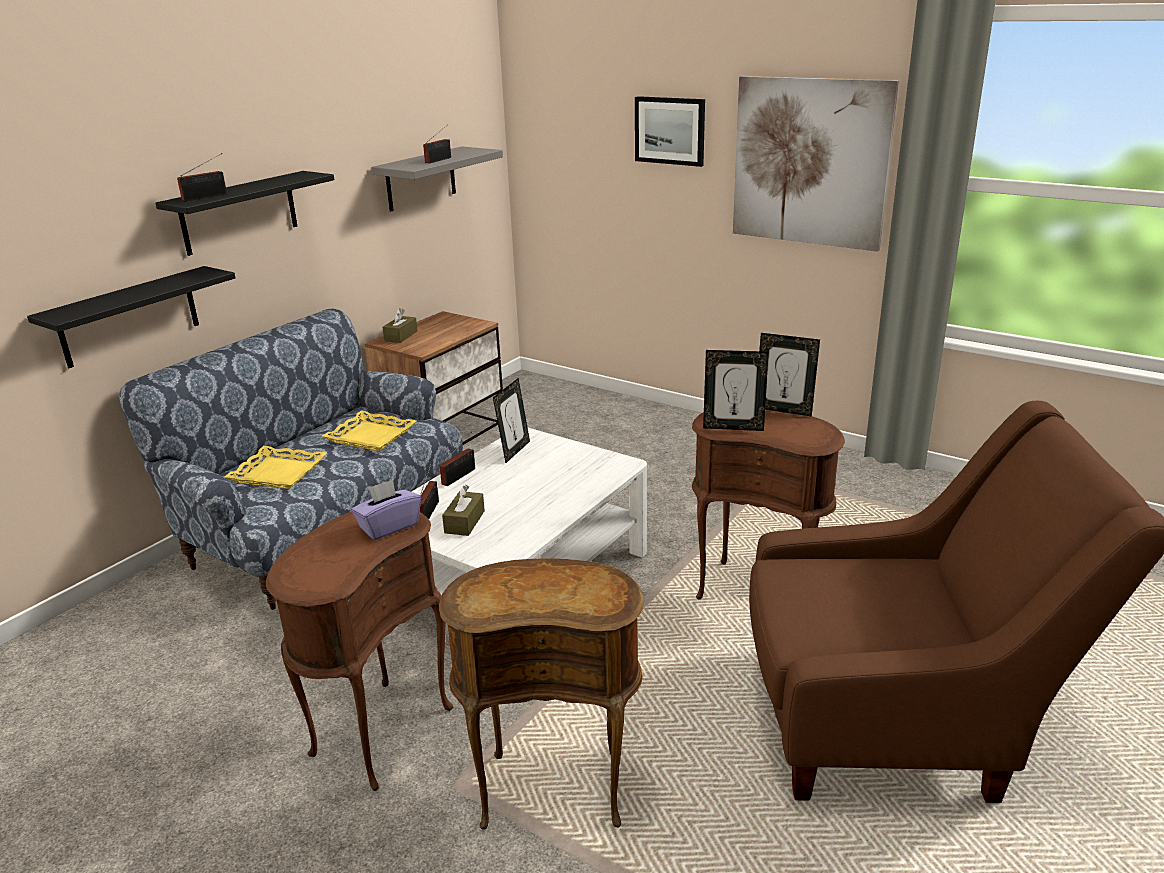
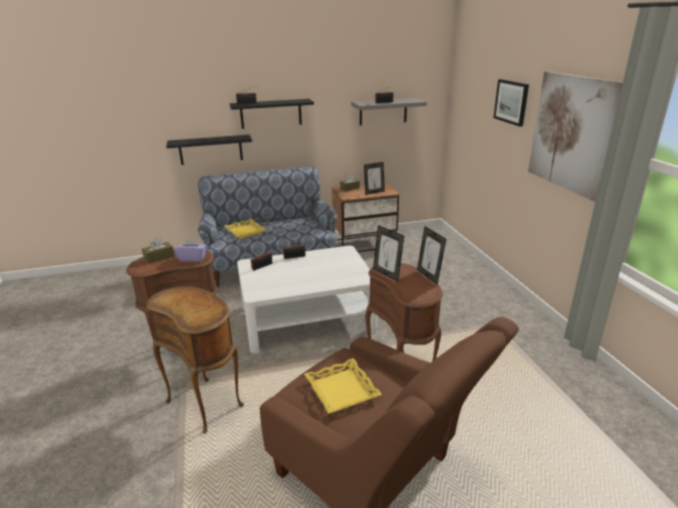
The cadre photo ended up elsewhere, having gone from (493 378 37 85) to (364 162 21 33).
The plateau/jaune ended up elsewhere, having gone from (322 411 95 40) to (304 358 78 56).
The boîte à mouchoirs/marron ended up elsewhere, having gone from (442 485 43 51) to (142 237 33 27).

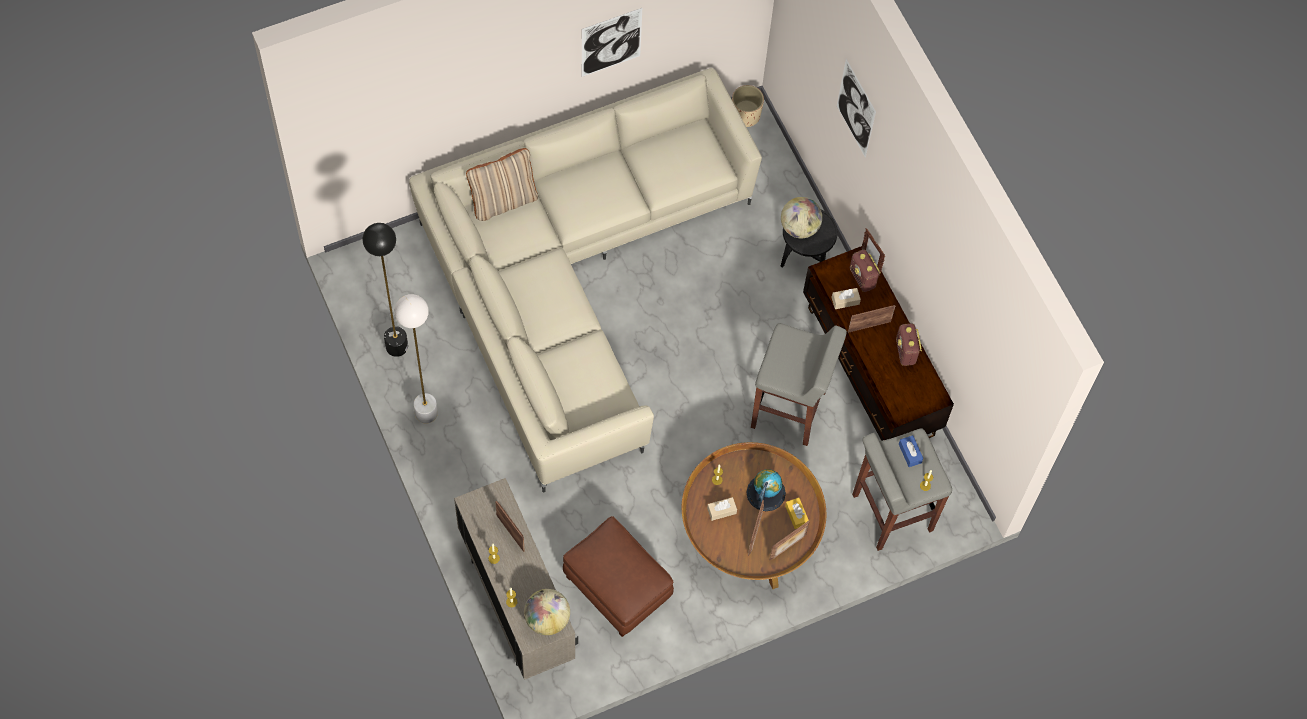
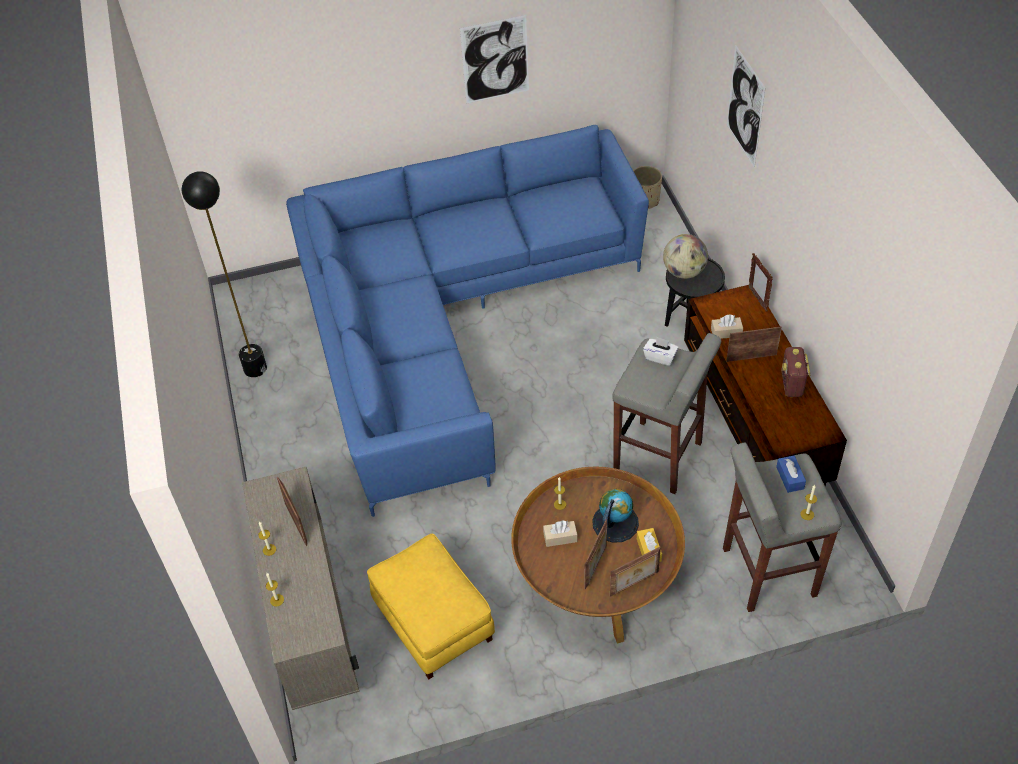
What was the canapé/beige at (409 68 353 425) turned into the canapé/bleu at (286 125 363 392).
The second view lost the coussin/beige at (466 148 72 73).
The second view lost the radio at (850 250 30 42).
The second view lost the lampadaire/blanc at (394 294 44 130).
What was the pouf/marron at (563 516 111 121) turned into the pouf/jaune at (367 534 128 145).
The second view lost the globe at (524 589 46 46).
The second view gained the boîte à mouchoirs/blanc at (643 337 36 29).

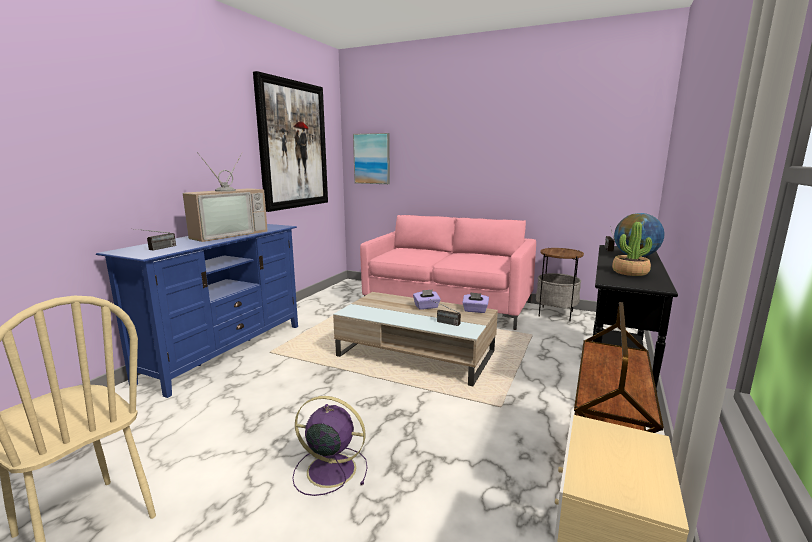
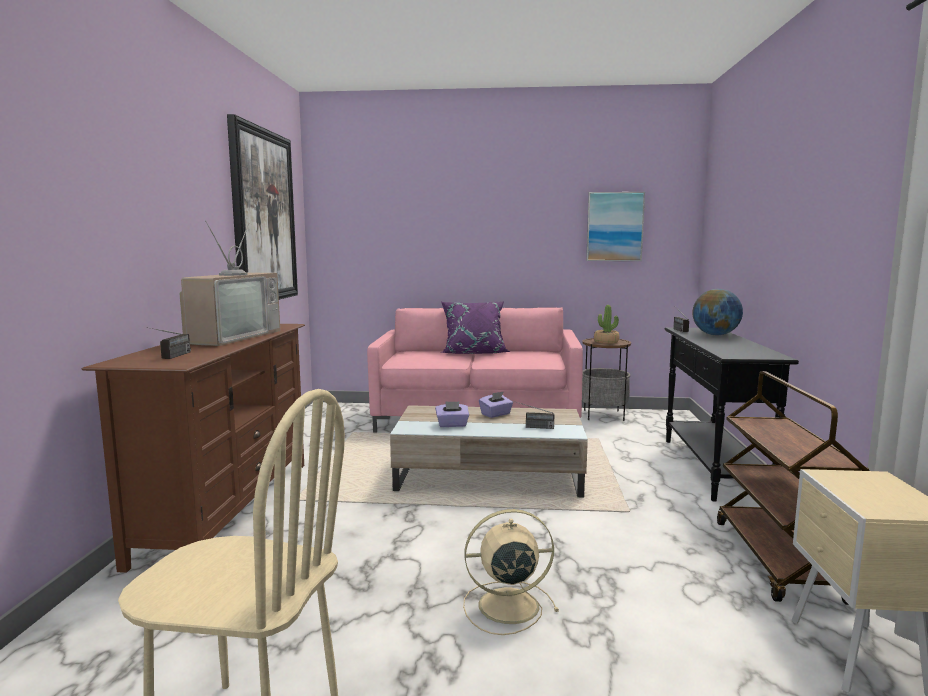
The tableau ended up elsewhere, having gone from (353 133 37 51) to (586 192 59 69).
The plante en pot ended up elsewhere, having gone from (612 222 40 54) to (594 305 25 39).
What was the meuble télé/bleu at (96 224 202 174) turned into the meuble télé/marron at (82 324 223 249).
The boîte à mouchoirs/violet ended up elsewhere, having gone from (462 292 27 21) to (435 401 34 26).
What was the ventilateur/violet at (292 396 75 100) turned into the ventilateur/beige at (463 509 96 126).
The second view gained the coussin/violet at (441 301 69 53).

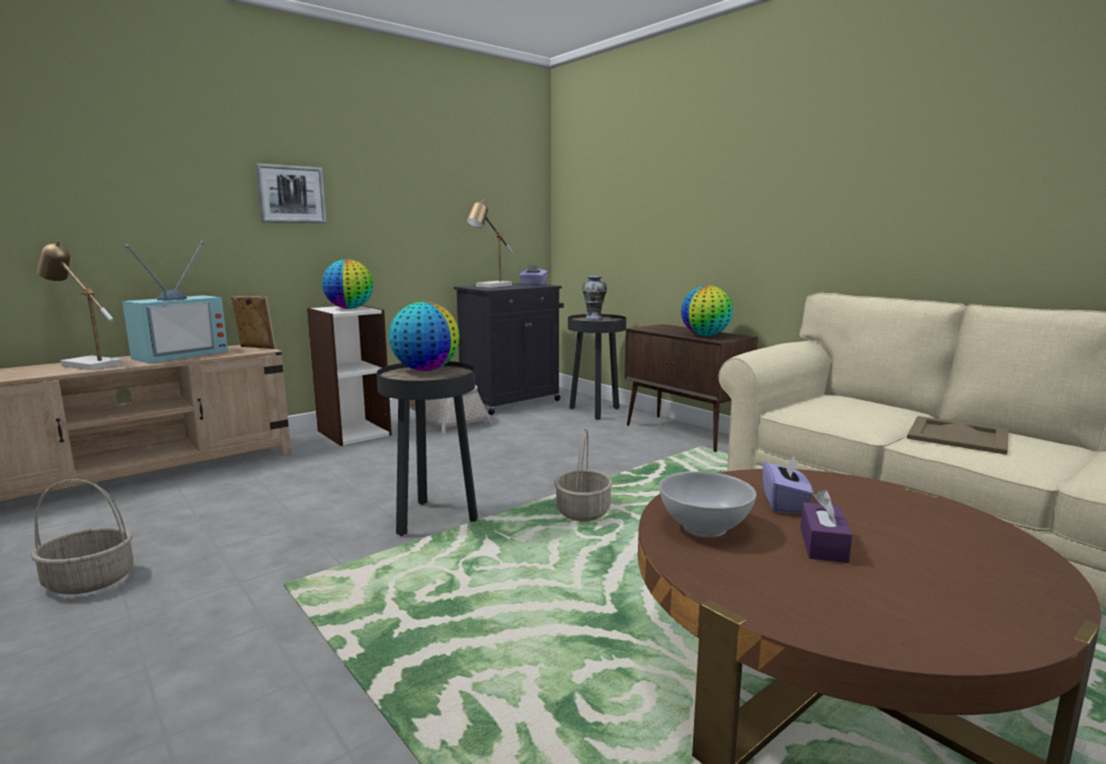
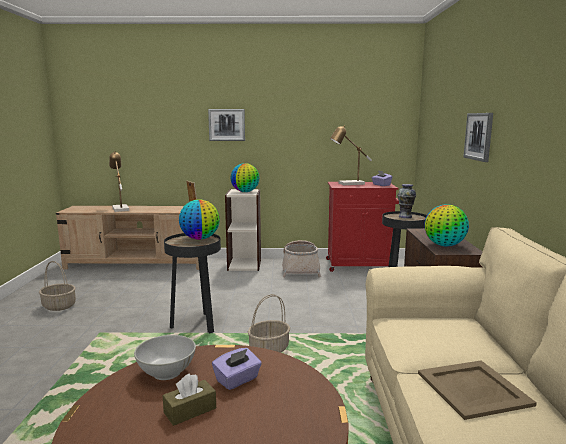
The second view lost the téléviseur at (122 241 106 123).
What was the meuble de rangement/noir at (454 283 110 132) turned into the meuble de rangement/rouge at (326 182 73 90).
What was the boîte à mouchoirs/violet at (800 490 52 73) turned into the boîte à mouchoirs/marron at (163 374 53 52).
The second view gained the tableau at (463 113 30 49).

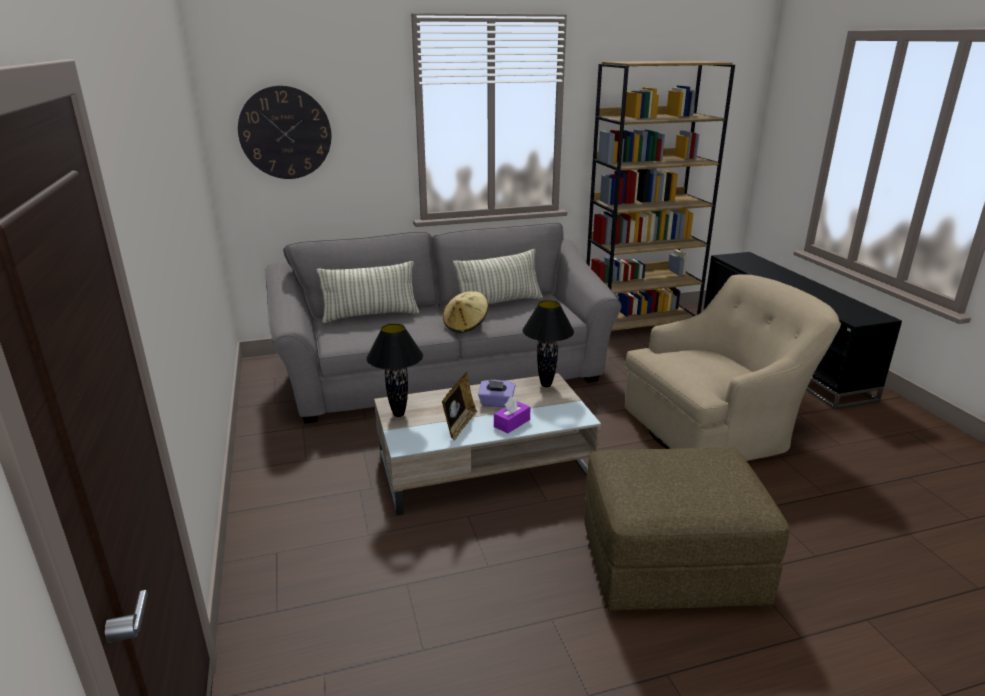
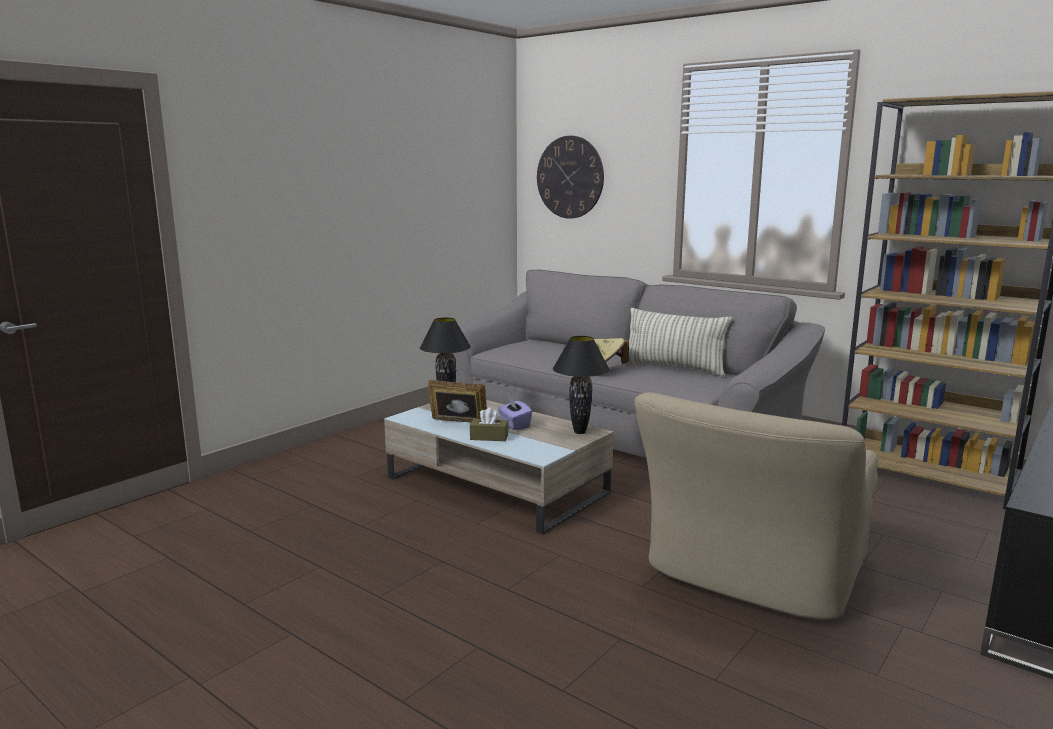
The second view lost the coussin at (317 261 102 62).
The fauteuil/beige at (625 274 216 187) ended up facing another way, 90 degrees clockwise from before.
The cadre photo at (442 372 35 69) ended up facing another way, 150 degrees counterclockwise from before.
What was the boîte à mouchoirs/violet at (494 396 36 37) turned into the boîte à mouchoirs/marron at (470 408 39 33).
The second view lost the pouf/marron at (584 447 205 164).

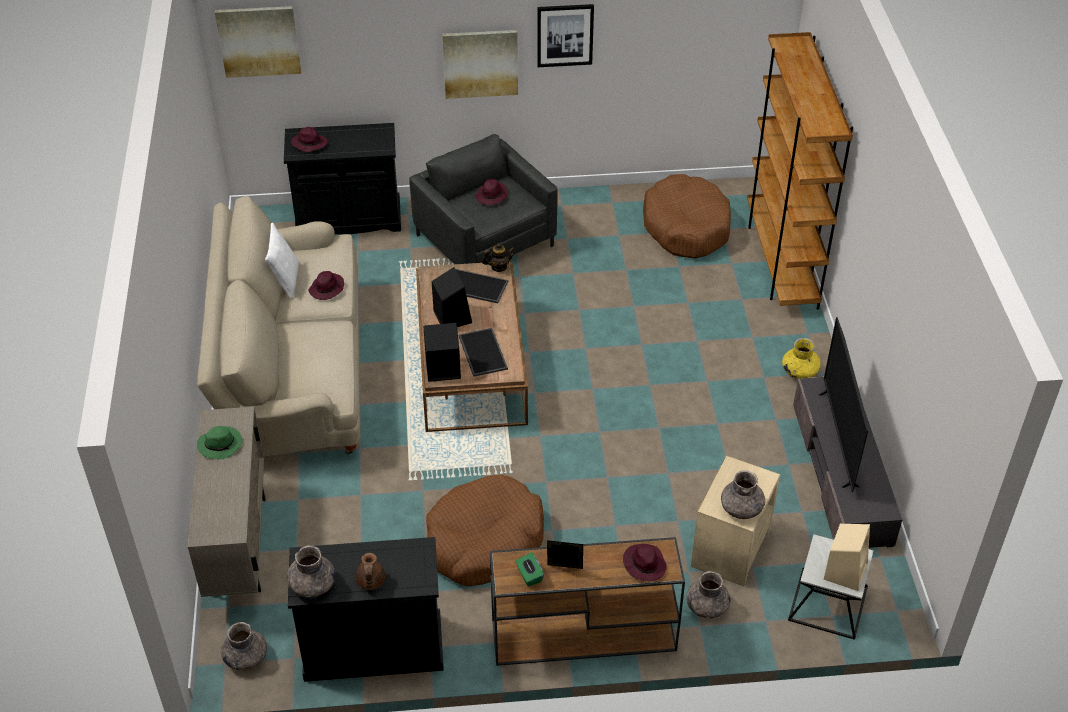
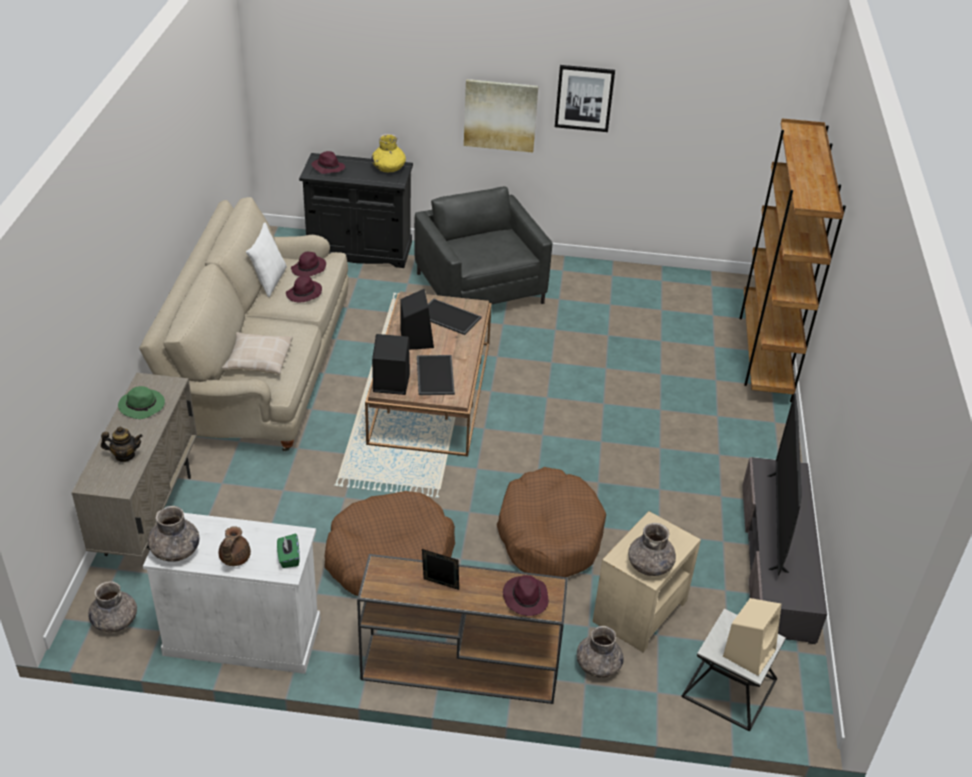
The second view lost the tableau at (215 6 86 72).
The panier pour chien/marron ended up elsewhere, having gone from (643 174 88 85) to (497 467 109 110).
The chapeau/violet ended up elsewhere, having gone from (475 179 33 26) to (291 252 35 25).
The théière ended up elsewhere, having gone from (482 243 33 29) to (101 427 42 35).
The vase/jaune ended up elsewhere, having gone from (782 338 39 41) to (372 134 34 38).
What was the meuble de rangement/noir at (288 537 156 145) turned into the meuble de rangement/blanc at (143 513 178 161).
The boîte à mouchoirs/vert ended up elsewhere, having gone from (516 552 28 34) to (277 534 23 34).
The second view gained the coussin/beige at (222 332 71 43).

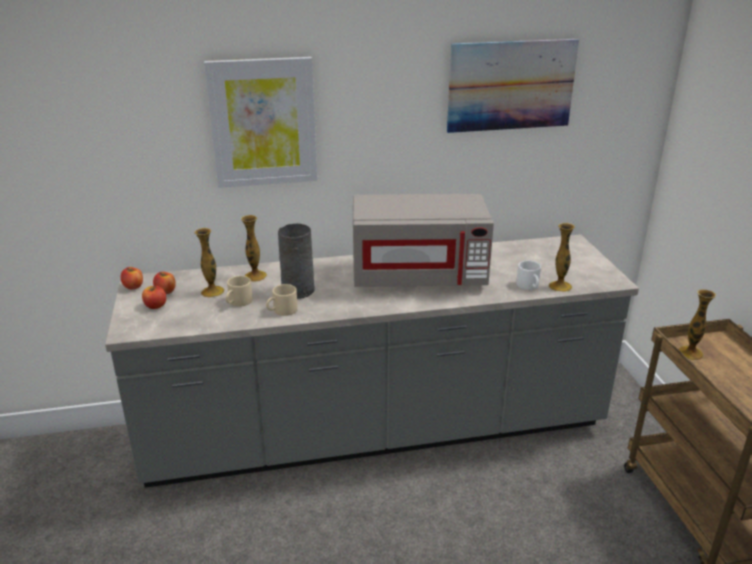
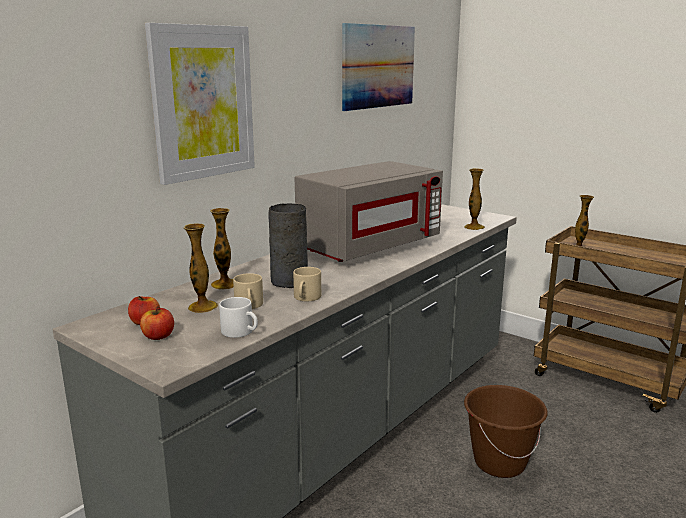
The mug/blanc ended up elsewhere, having gone from (516 261 25 29) to (219 297 39 41).
The second view lost the pomme at (120 267 23 22).
The second view gained the seau/marron at (464 385 84 93).

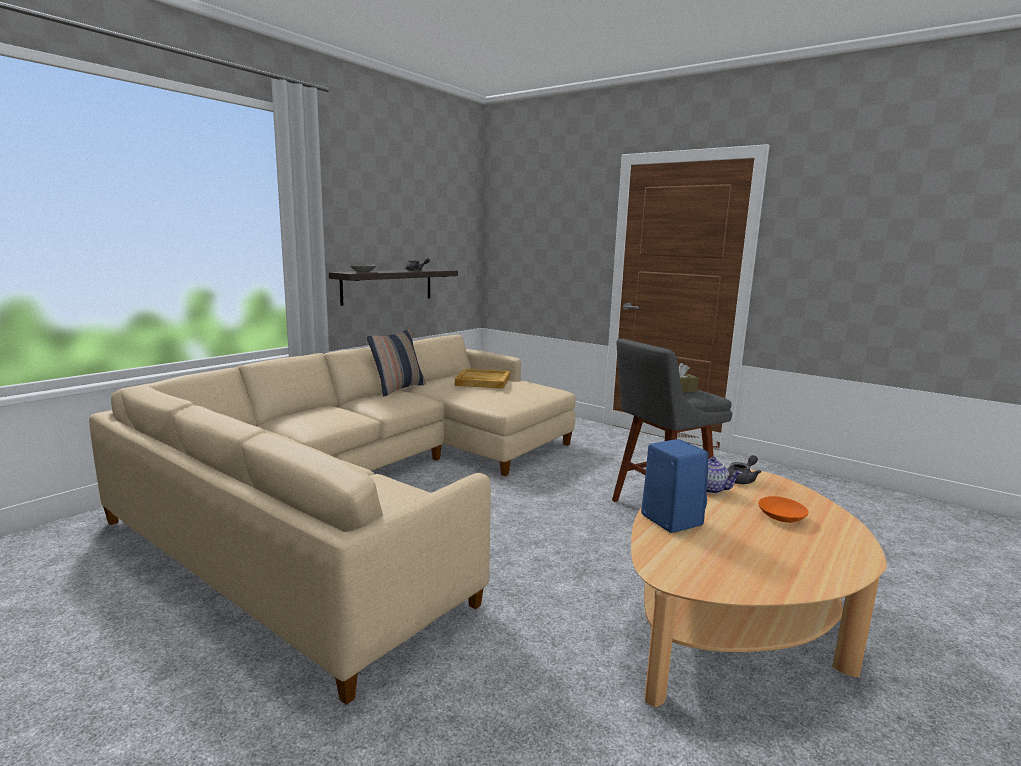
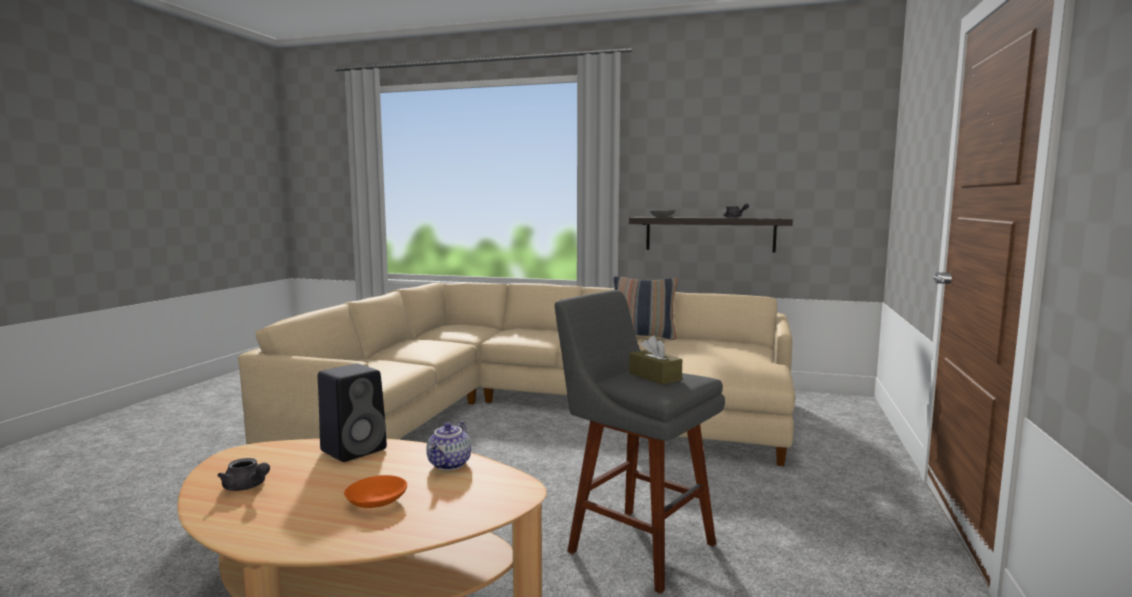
The second view lost the plateau/beige at (455 369 55 20).
What was the enceinte/bleu at (641 439 68 94) turned into the enceinte/noir at (318 364 69 98).
The théière/gris ended up elsewhere, having gone from (727 455 34 29) to (217 458 53 33).

